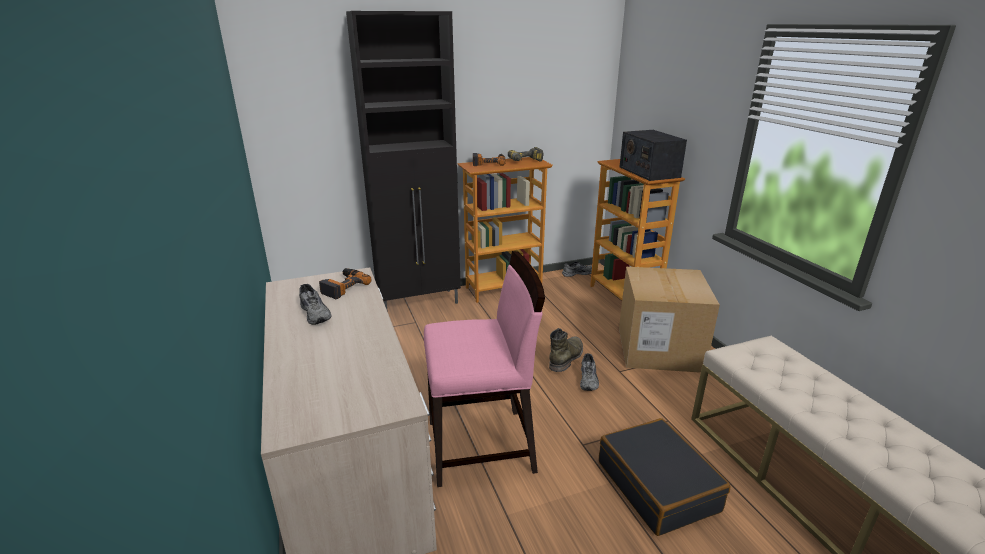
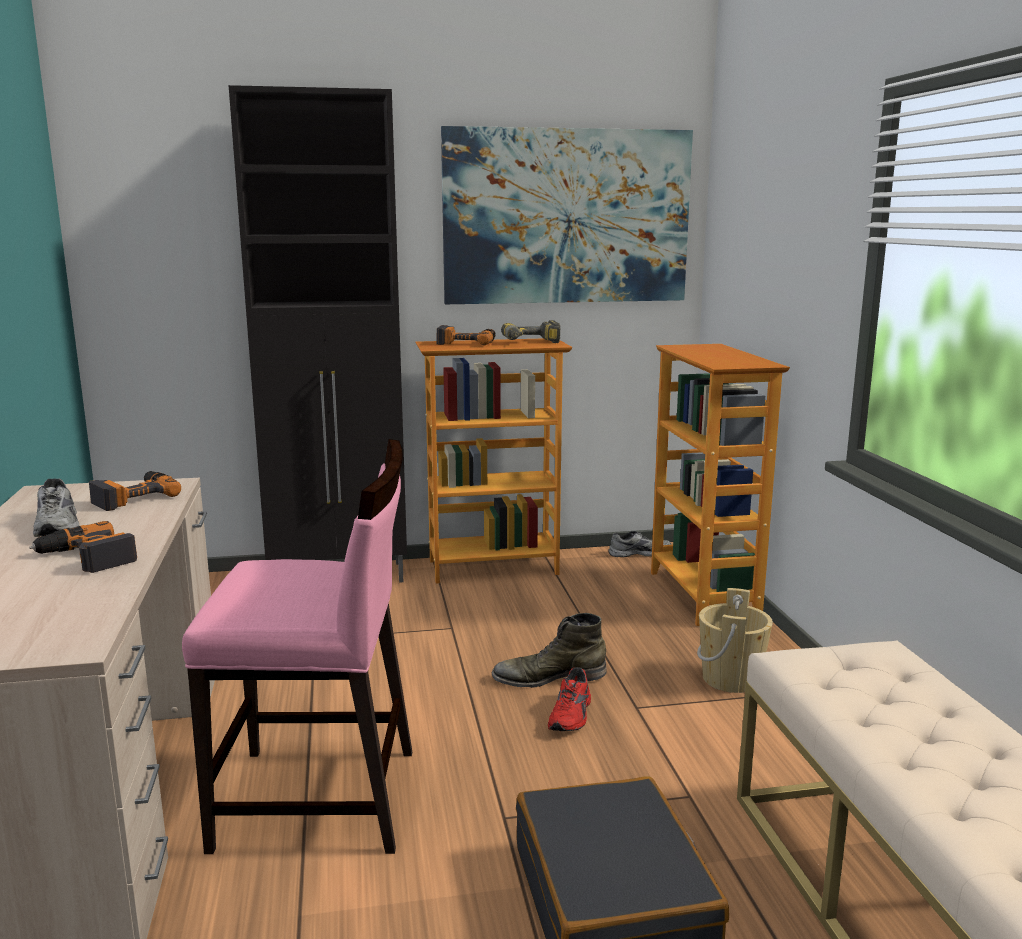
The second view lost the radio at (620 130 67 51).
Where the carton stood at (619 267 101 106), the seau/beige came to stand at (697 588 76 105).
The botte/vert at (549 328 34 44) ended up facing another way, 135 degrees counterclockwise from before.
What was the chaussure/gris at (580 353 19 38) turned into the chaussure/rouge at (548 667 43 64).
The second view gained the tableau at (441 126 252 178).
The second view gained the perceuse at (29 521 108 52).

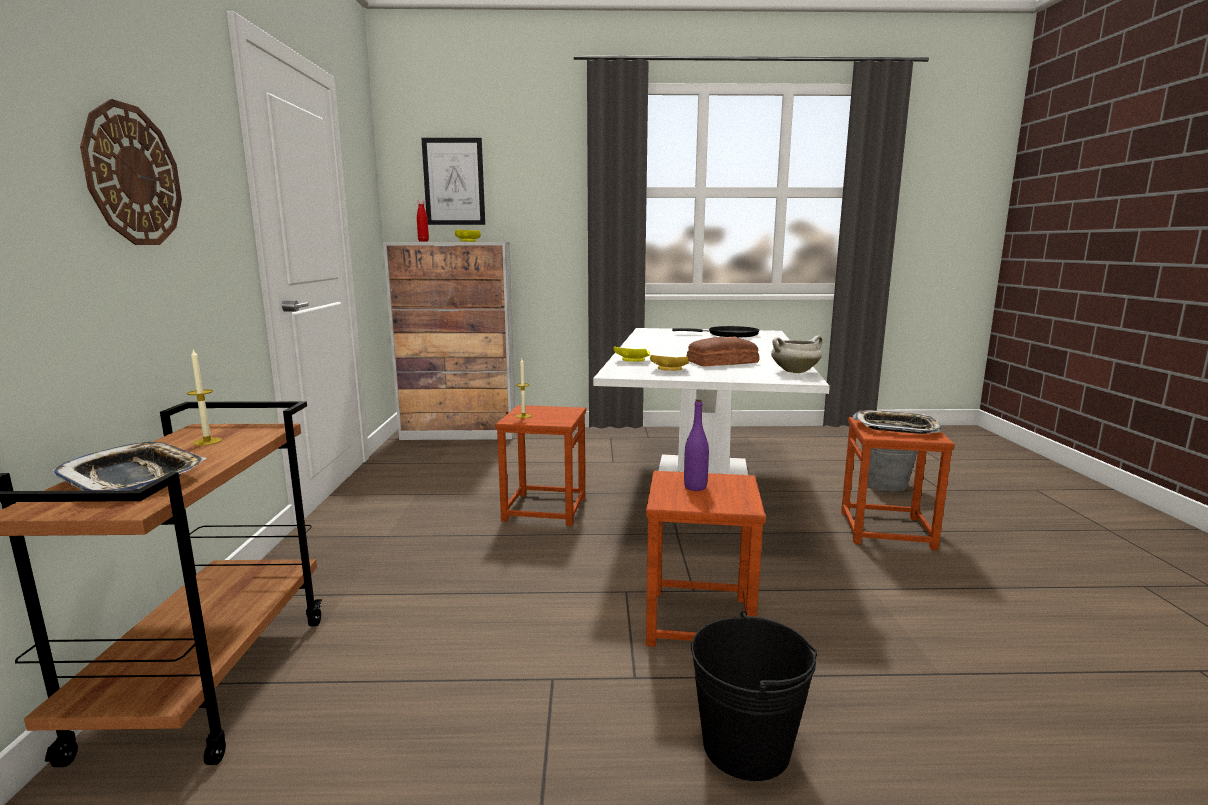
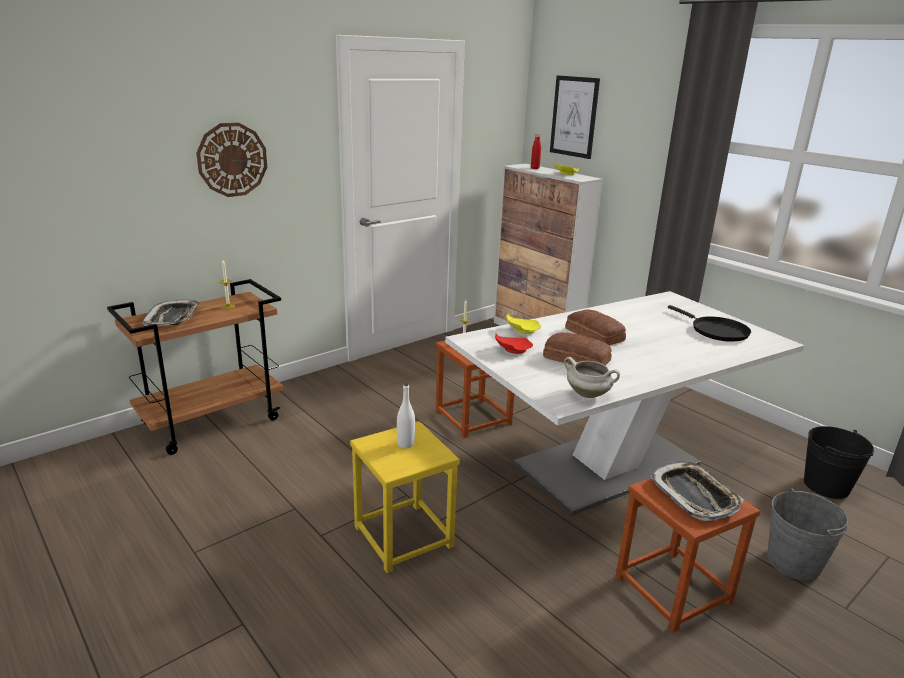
What was the assiette/jaune at (650 355 39 16) turned into the assiette/rouge at (495 333 38 21).
What was the bouteille/violet at (684 399 25 92) turned into the bouteille/blanc at (397 383 18 65).
What was the tabouret/marron at (646 471 120 176) turned into the tabouret/jaune at (350 421 110 152).
The seau/noir ended up elsewhere, having gone from (691 611 126 170) to (804 426 70 73).
The second view gained the pain at (565 310 61 36).

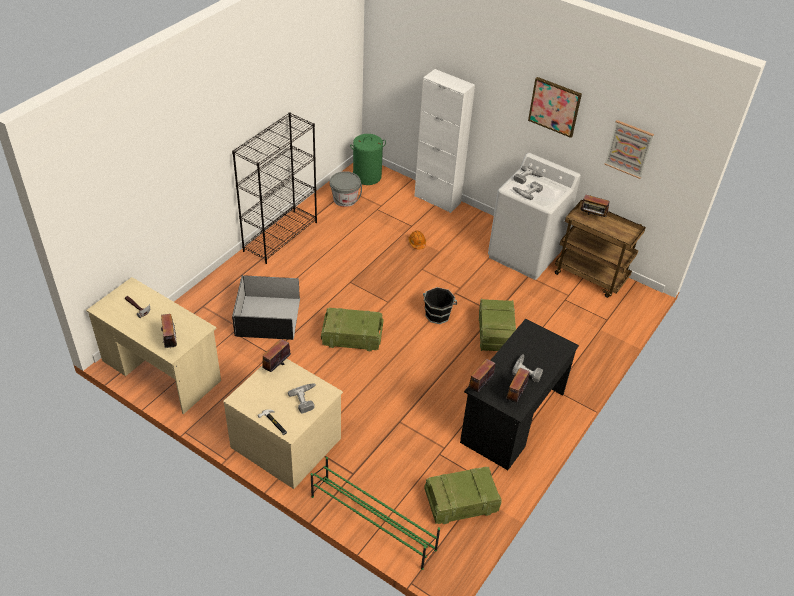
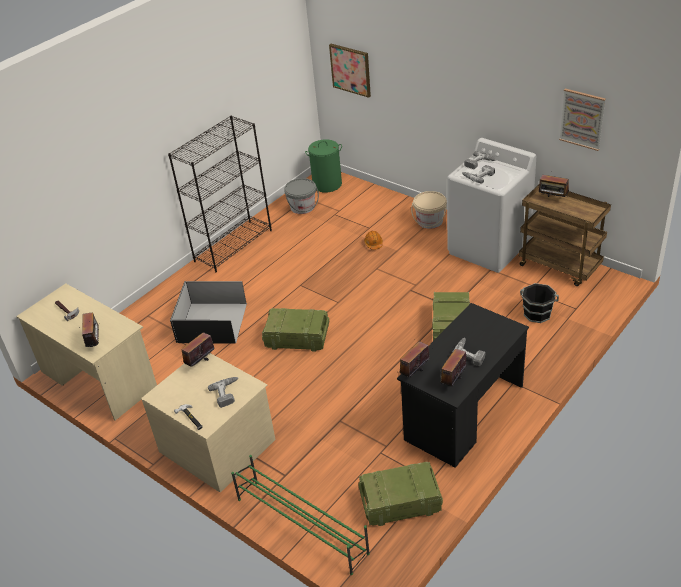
The second view lost the meuble de rangement/blanc at (414 69 61 144).
The tableau ended up elsewhere, having gone from (528 77 54 61) to (329 44 42 54).
The seau/noir ended up elsewhere, having gone from (423 287 34 37) to (520 283 39 40).
The second view gained the seau/beige at (411 191 36 38).

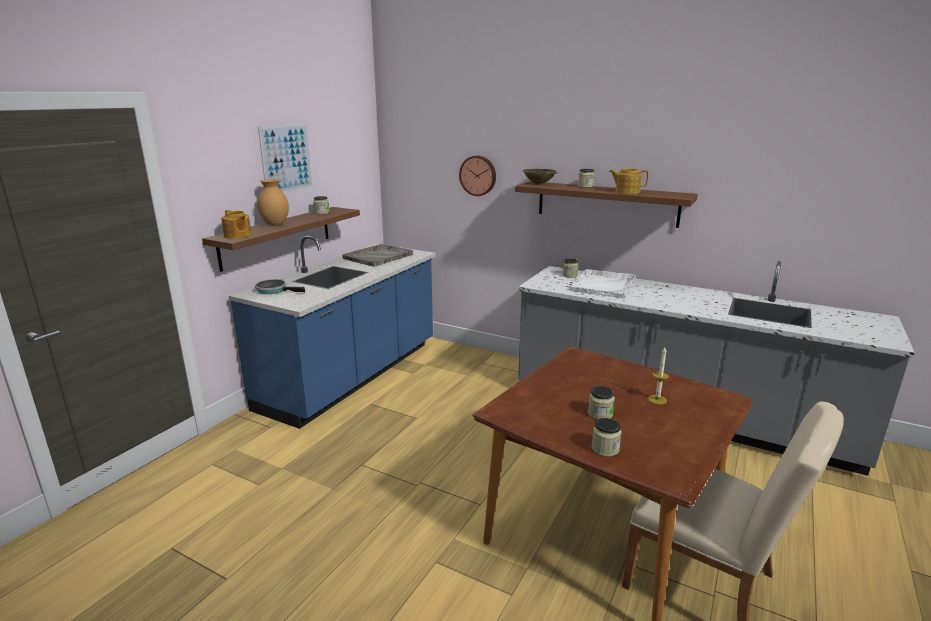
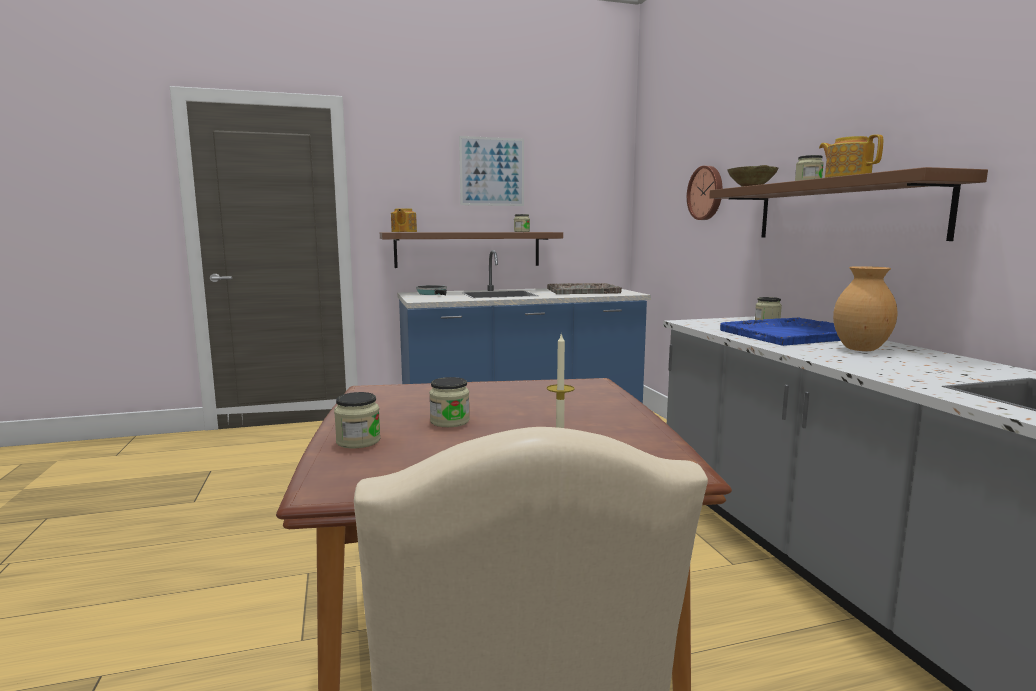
The vase/marron ended up elsewhere, having gone from (257 179 32 47) to (833 266 64 85).
What was the plateau/blanc at (570 269 66 29) turned into the plateau/bleu at (720 317 121 29).

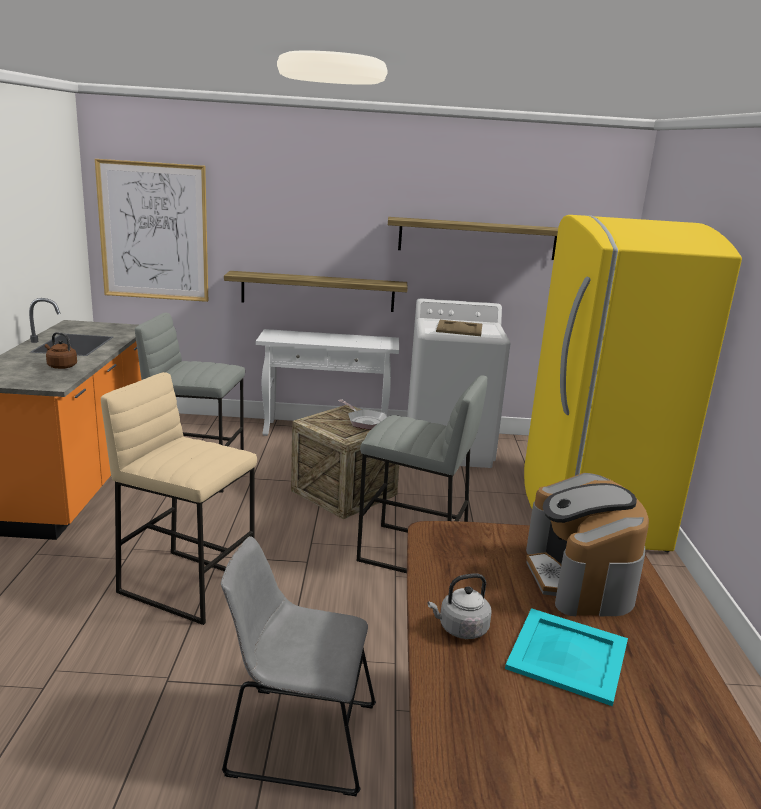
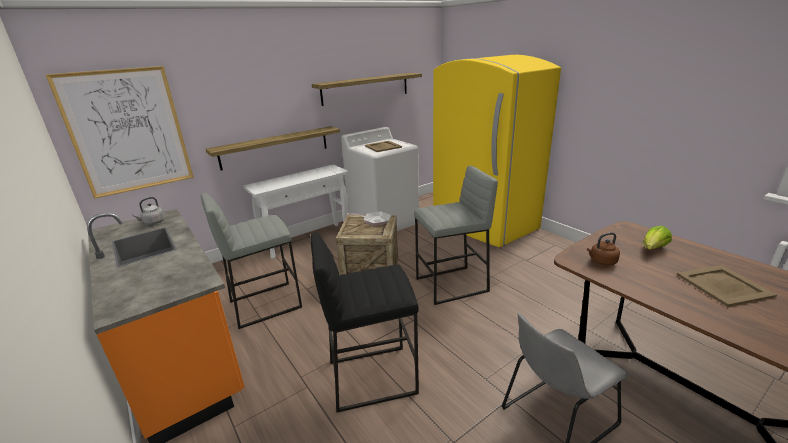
The bouilloire/marron ended up elsewhere, having gone from (45 332 32 37) to (587 232 33 34).
What was the tabouret/beige at (101 372 156 253) turned into the tabouret/noir at (310 232 109 181).
Where the machine à café stood at (526 473 123 143), the laitue came to stand at (643 226 29 23).
The bouilloire/gris ended up elsewhere, having gone from (428 573 64 66) to (132 197 34 28).
What was the plateau/turquoise at (505 608 123 98) turned into the plateau/beige at (677 265 100 42).

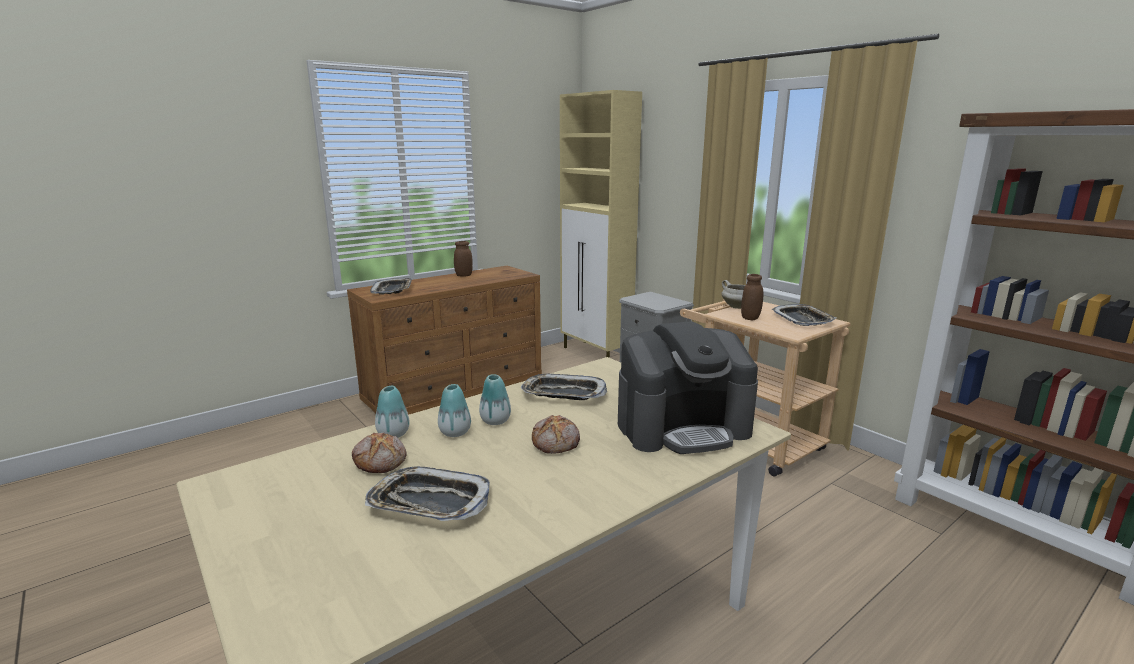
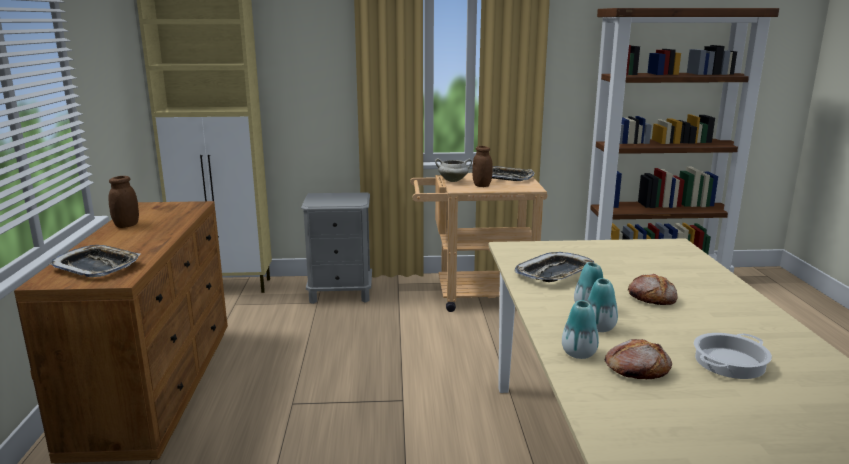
The second view lost the machine à café at (618 321 140 133).
Where the plateau stood at (365 466 125 55), the marmite came to stand at (694 333 78 46).

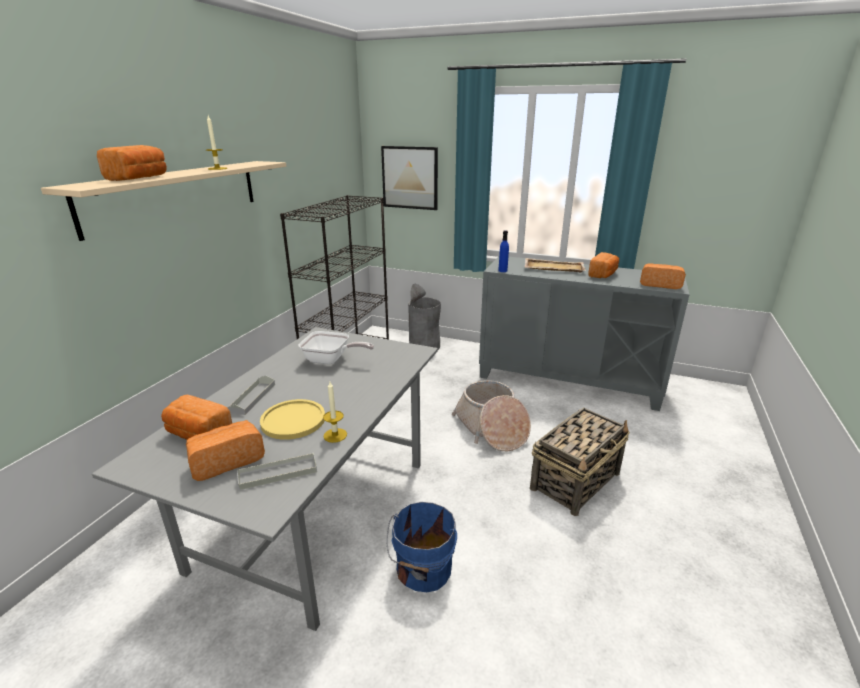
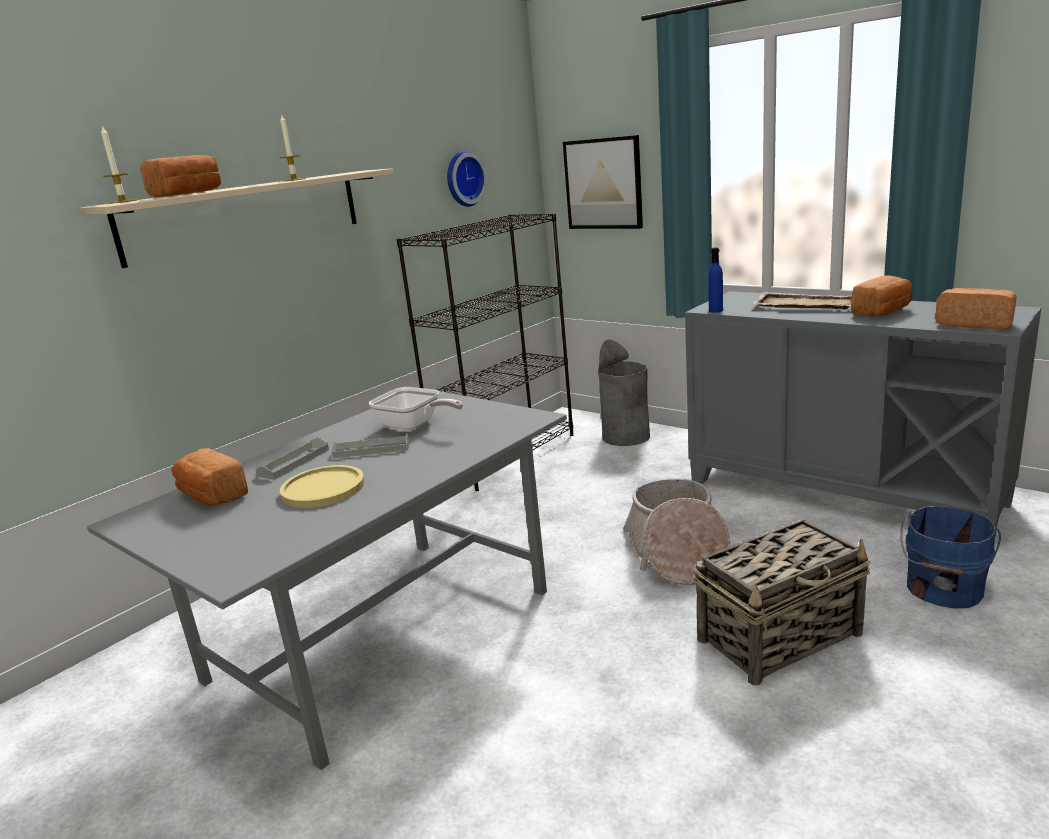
The bougie ended up elsewhere, having gone from (323 382 24 61) to (101 126 36 78).
The second view lost the pain at (186 420 79 61).
The plateau/gris ended up elsewhere, having gone from (237 453 80 37) to (332 434 78 25).
The seau/bleu ended up elsewhere, having gone from (386 502 71 90) to (901 506 100 103).
The second view gained the horloge murale at (447 150 40 57).

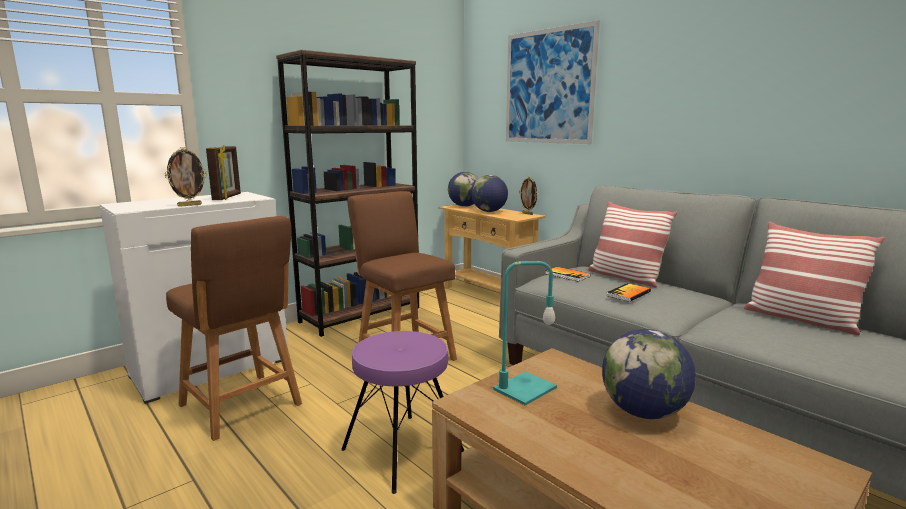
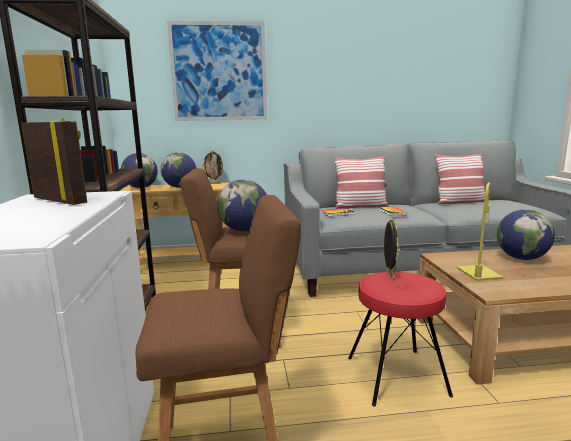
The cadre photo ended up elsewhere, having gone from (165 147 42 60) to (384 218 15 61).
What was the lampe de table/turquoise at (493 261 64 144) turned into the lampe de table/jaune at (457 182 47 99).
What was the tabouret/violet at (341 331 123 163) turned into the tabouret/rouge at (348 271 105 135).
The second view gained the globe at (217 180 50 52).

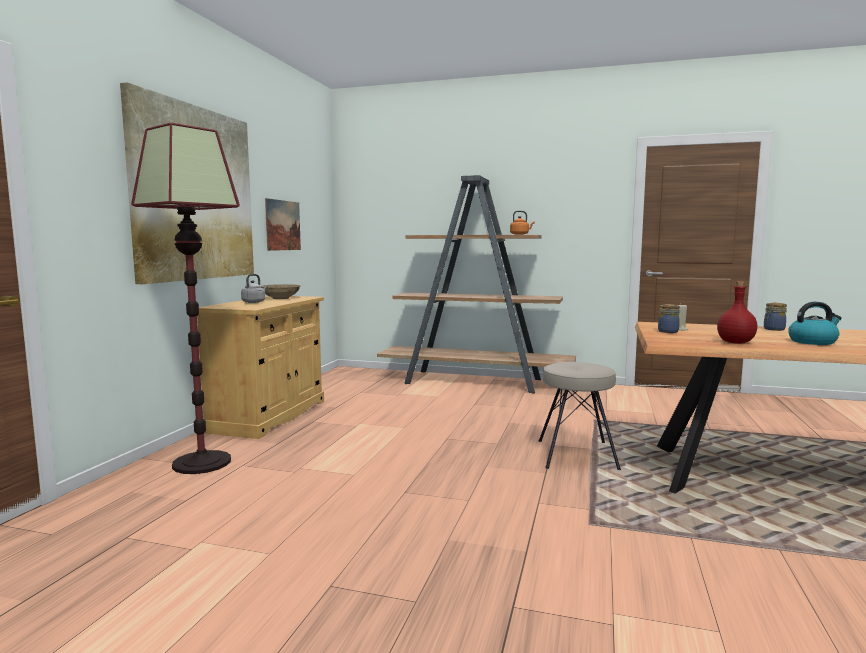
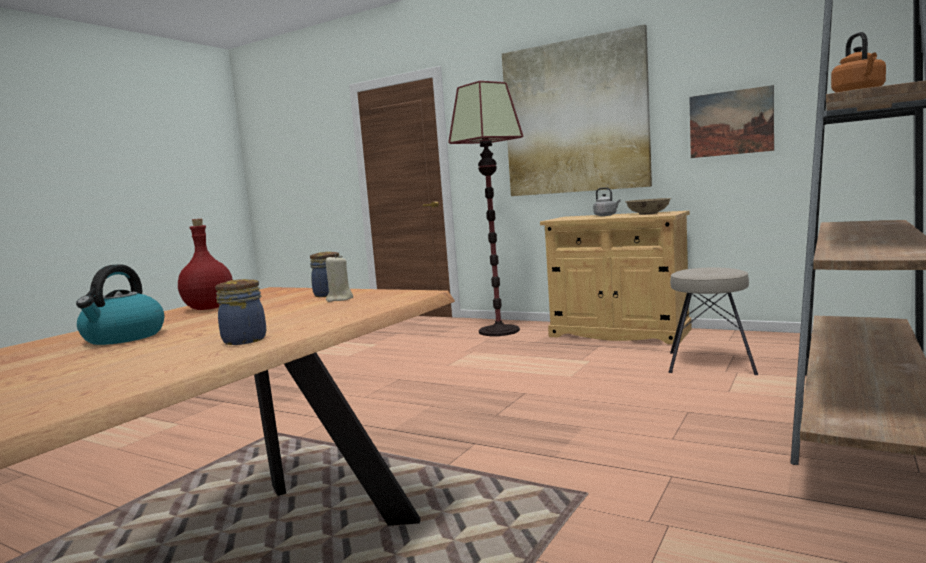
The tabouret/beige ended up elsewhere, having gone from (539 362 82 108) to (669 268 89 107).

